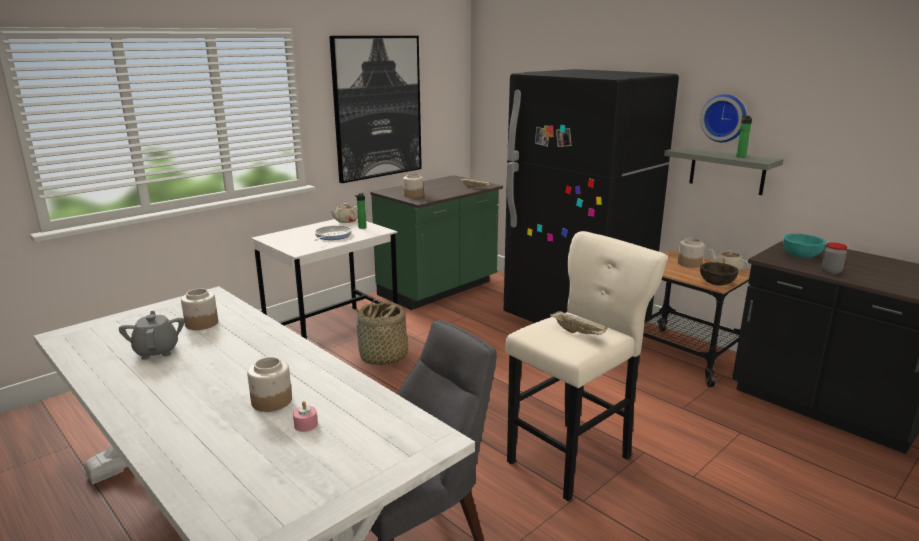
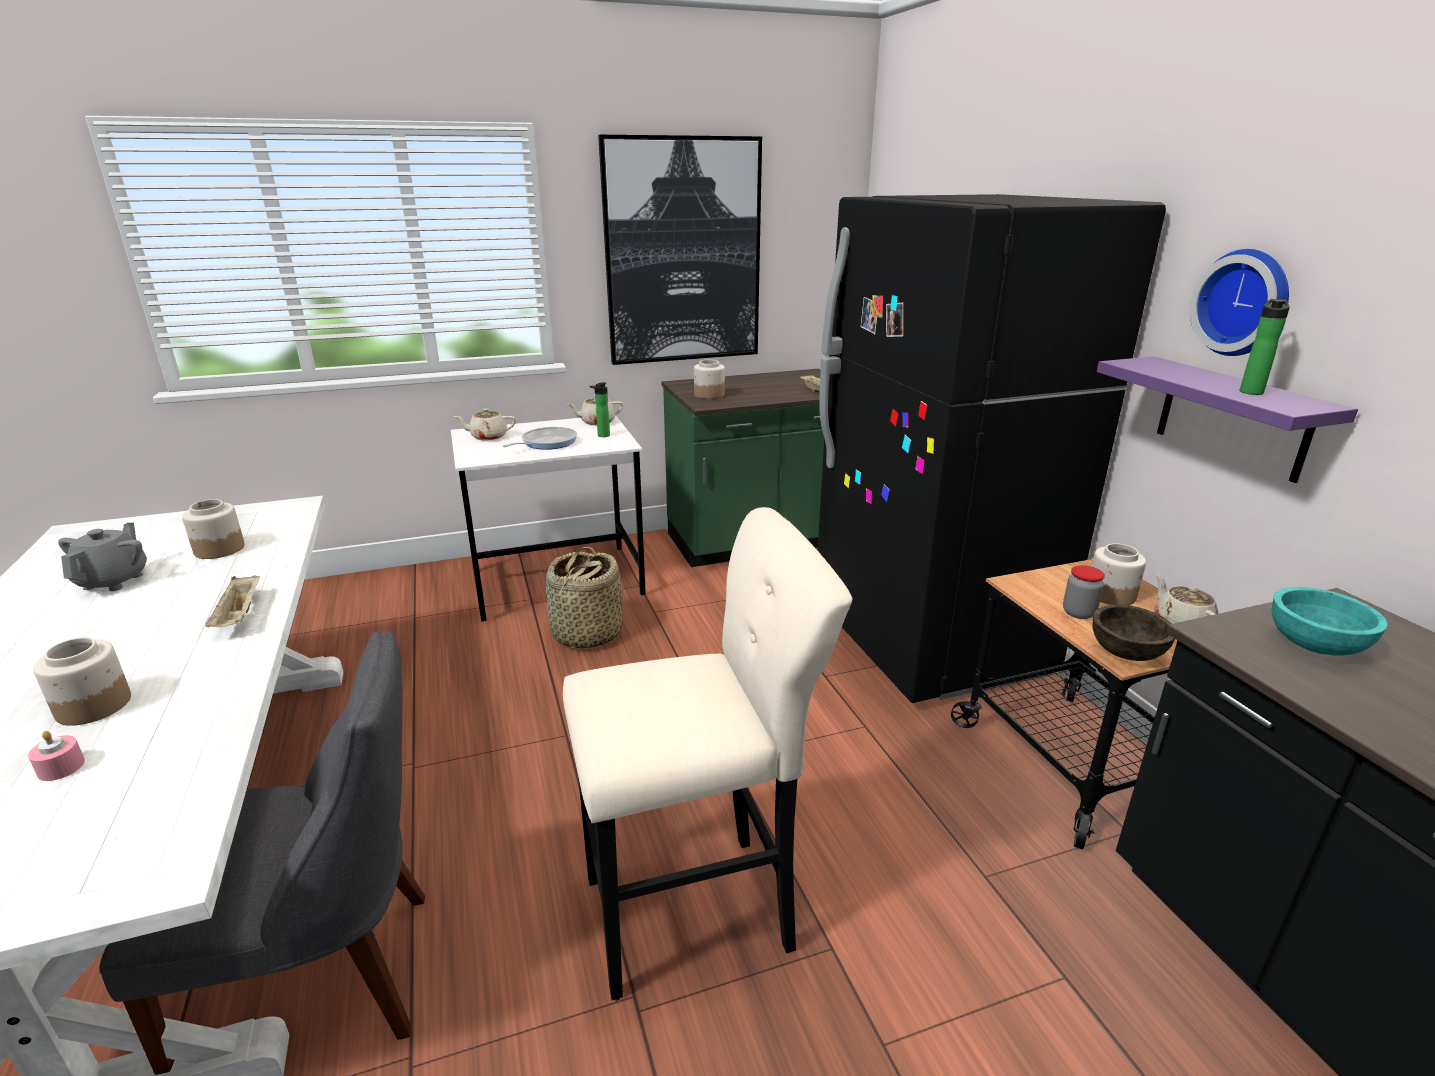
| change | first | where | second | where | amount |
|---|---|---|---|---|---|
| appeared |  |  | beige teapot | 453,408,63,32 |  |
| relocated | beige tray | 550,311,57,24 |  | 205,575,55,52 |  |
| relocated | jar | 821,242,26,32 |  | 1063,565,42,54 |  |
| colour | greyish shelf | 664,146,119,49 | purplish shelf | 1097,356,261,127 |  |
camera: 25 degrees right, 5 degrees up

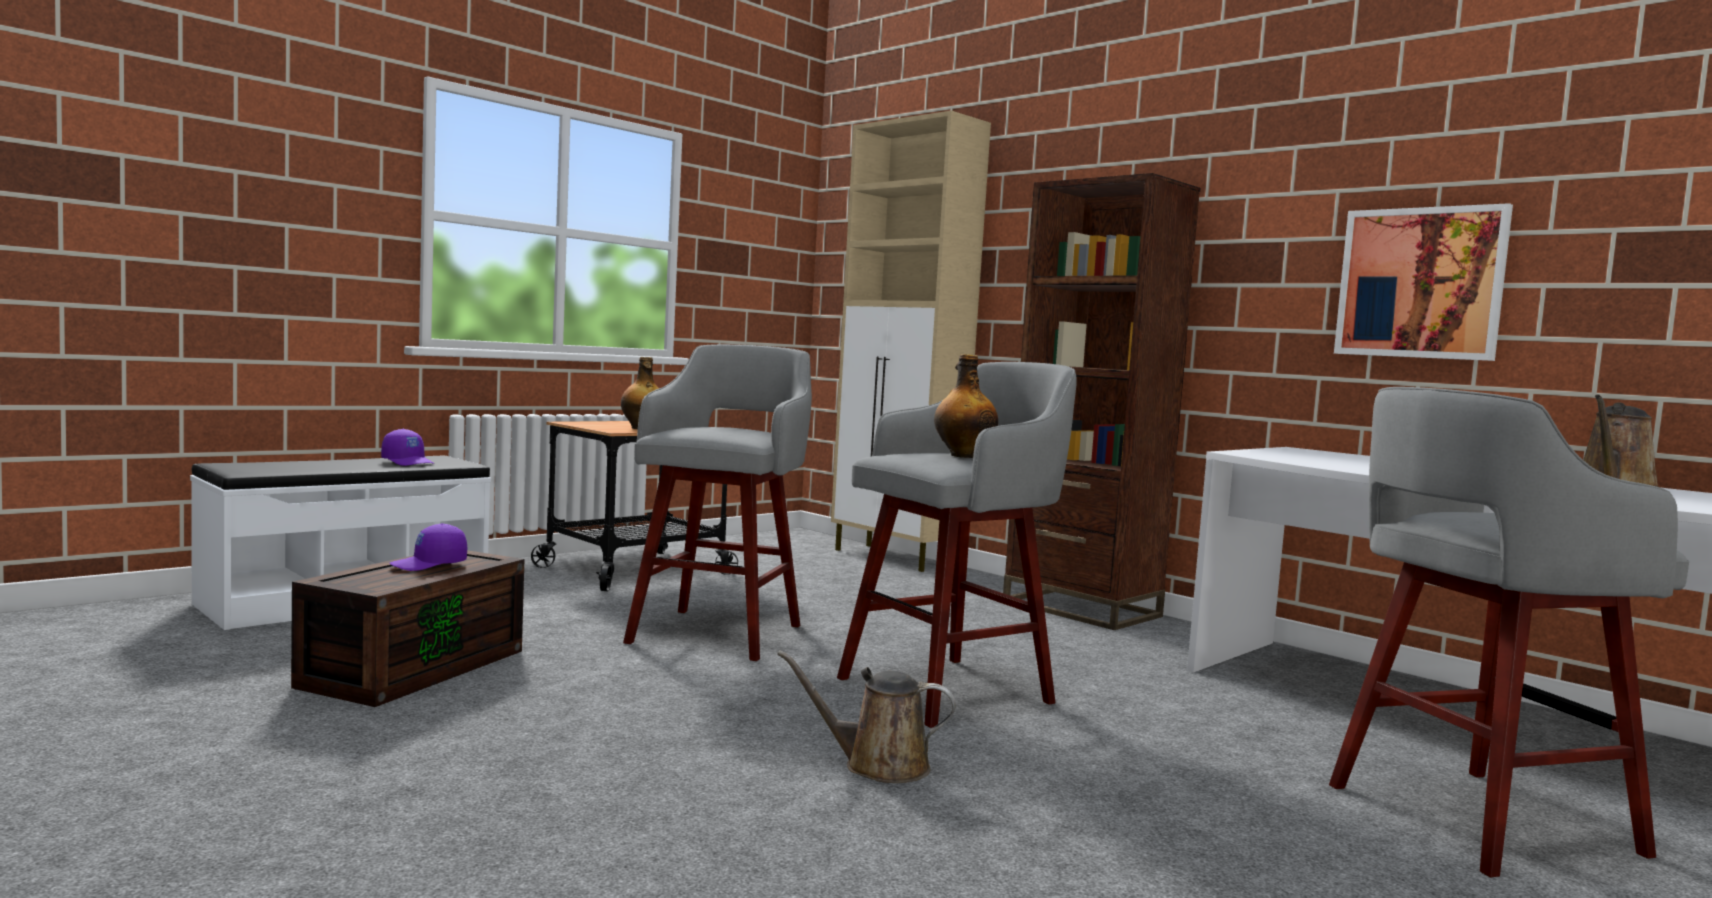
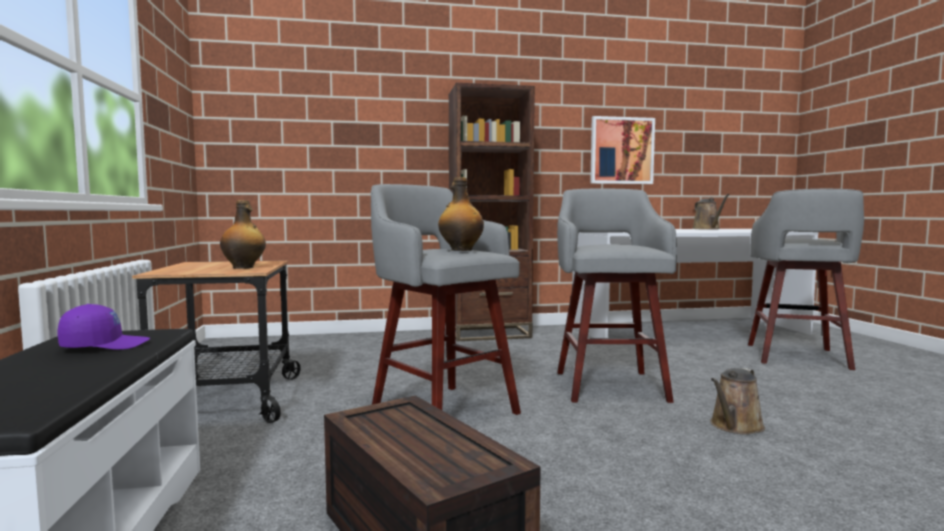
| change | first | where | second | where | amount |
|---|---|---|---|---|---|
| missing | purplish cap | 389,523,78,48 |  |  |  |
| missing | beige cupboard | 831,111,160,461 |  |  |  |
| relocated | drink bottle | 934,354,64,104 |  | 438,177,46,74 |  |
camera: 55 degrees left, 0 degrees up

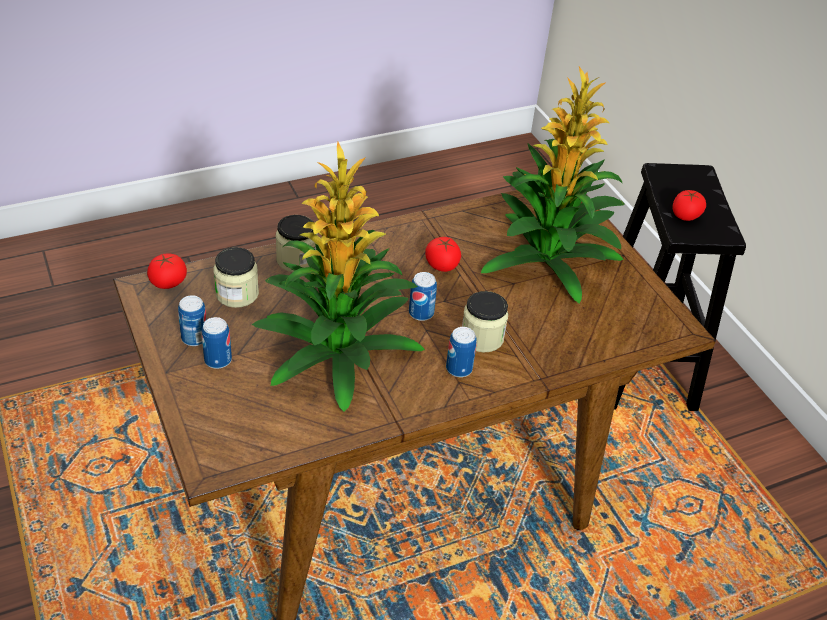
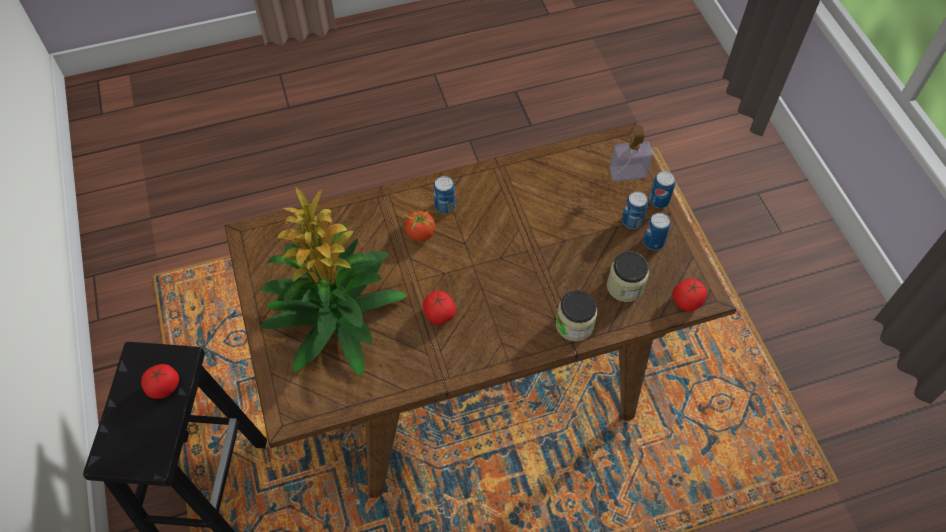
| change | first | where | second | where | amount |
|---|---|---|---|---|---|
| missing | plant in a pot | 252,142,173,270 |  |  |  |
| appeared |  |  | soap dispenser | 609,125,44,57 |  |
| relocated | can | 409,272,28,49 |  | 649,171,26,38 |  |
| exchanged | jar | 462,291,46,61 | fresh tomato | 402,208,33,33 |  |
camera: 170 degrees left, 15 degrees up

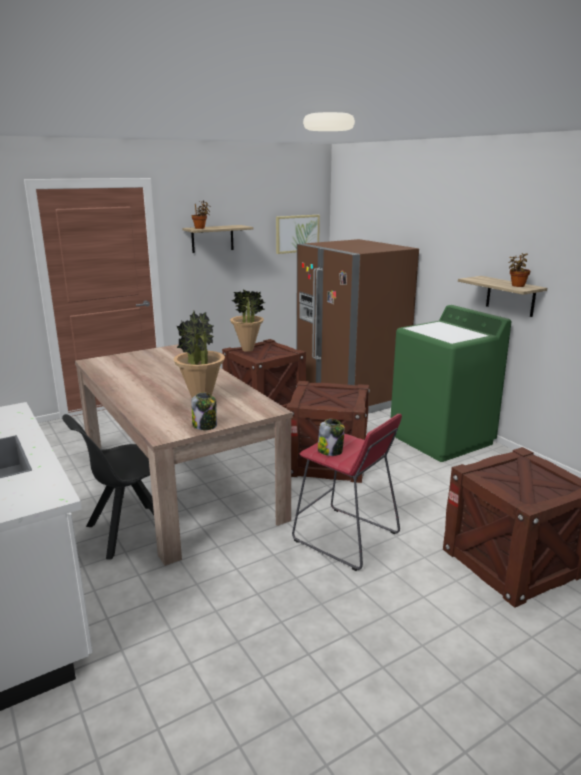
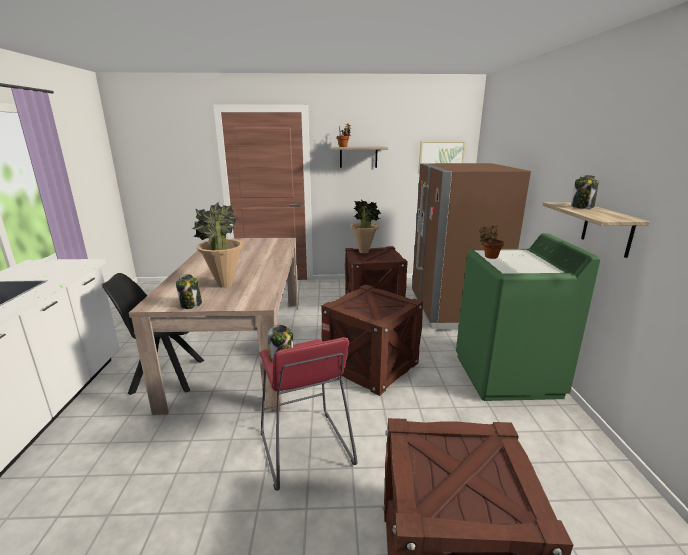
| change | first | where | second | where | amount |
|---|---|---|---|---|---|
| appeared |  |  | jar | 571,175,28,34 |  |
| relocated | plant in a pot | 509,253,21,34 |  | 479,224,25,35 |  |
camera: 30 degrees right, 0 degrees up

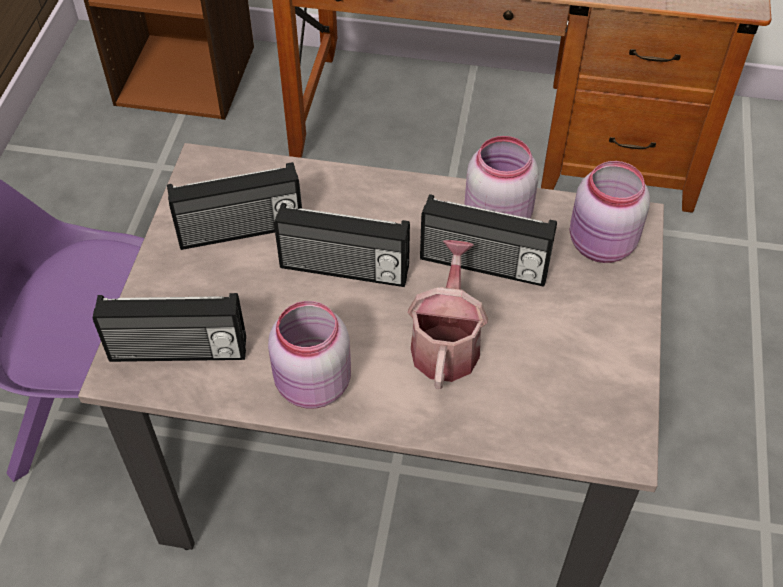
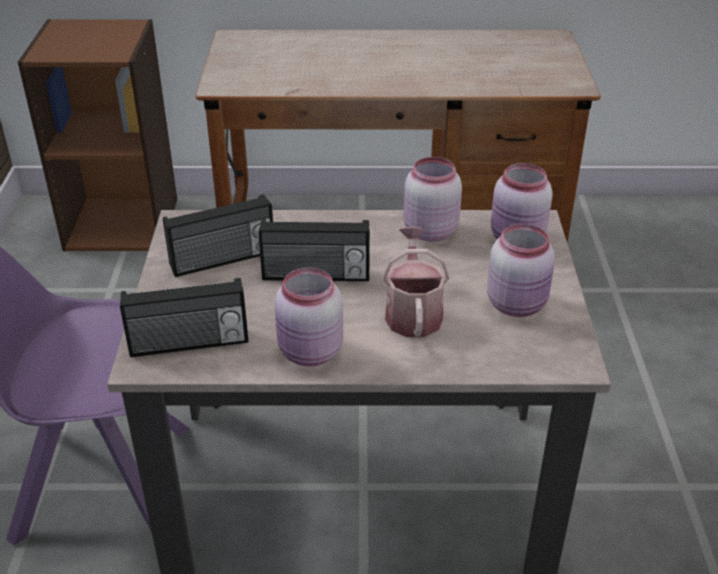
| change | first | where | second | where | amount |
|---|---|---|---|---|---|
| missing | radio set | 420,194,137,93 |  |  |  |
| appeared |  |  | pink jar | 487,224,68,93 |  |
camera: 10 degrees left, 15 degrees down

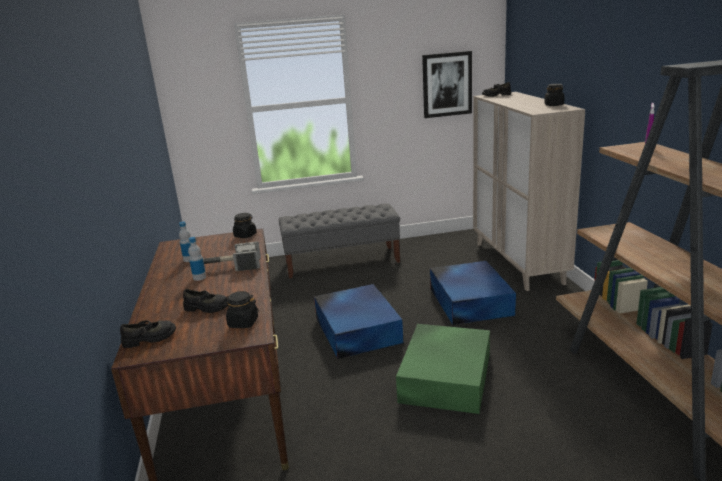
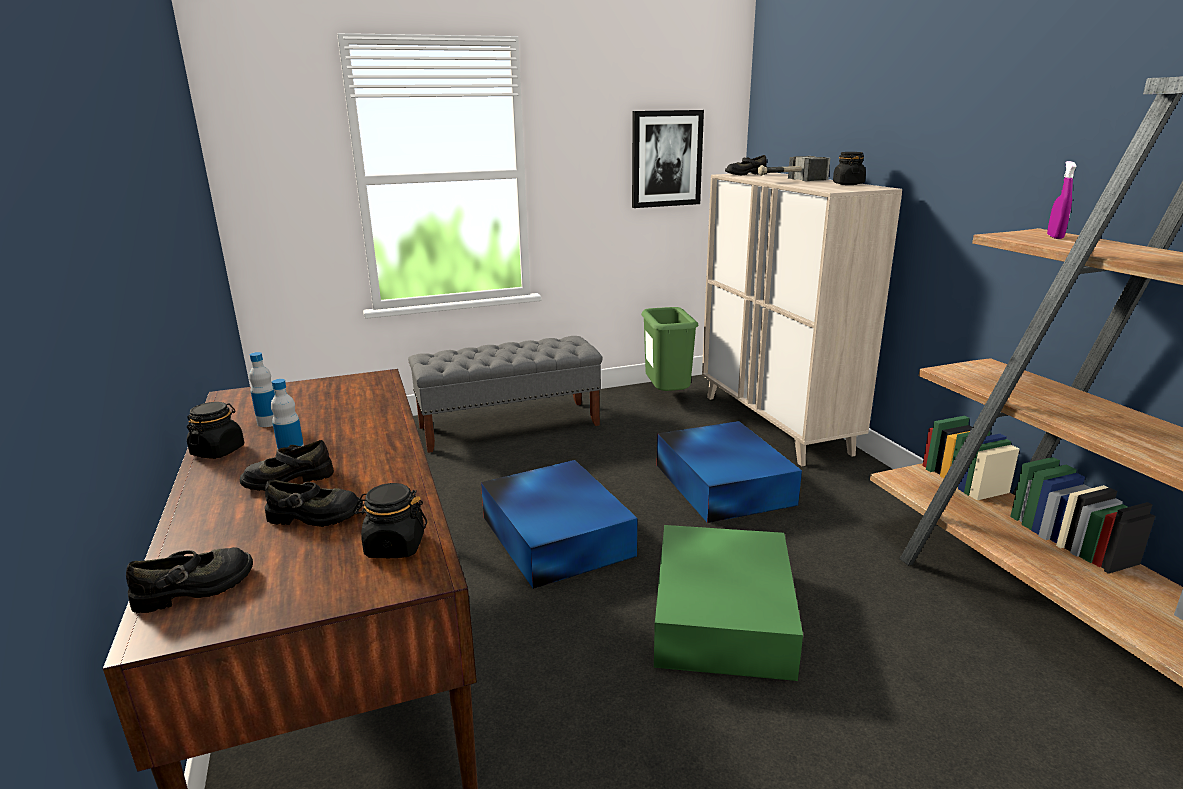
| change | first | where | second | where | amount |
|---|---|---|---|---|---|
| appeared |  |  | black low shoe | 240,440,94,51 |  |
| appeared |  |  | green waste bin | 641,307,58,84 |  |
| relocated | tool hammer | 203,242,58,29 |  | 758,156,72,25 |  |
| relocated | black jar | 233,213,24,25 |  | 187,402,57,57 |  |
camera: 10 degrees left, 0 degrees up

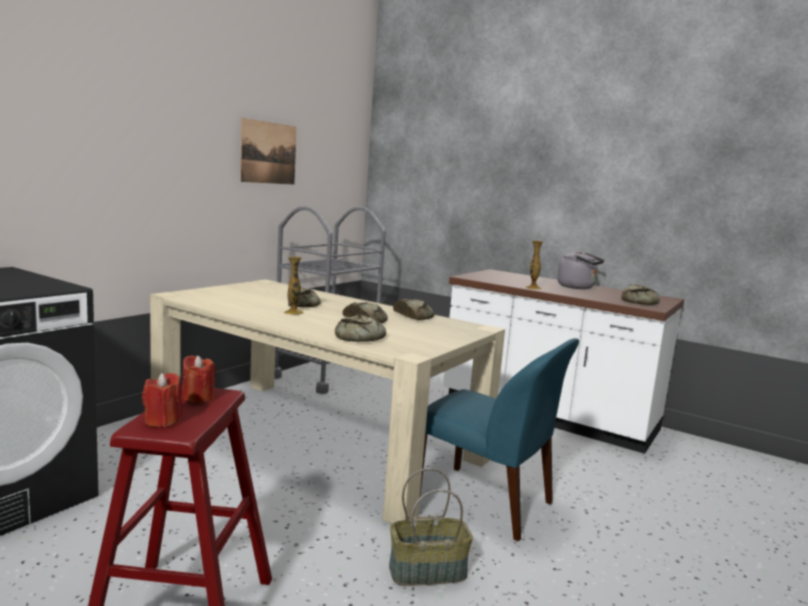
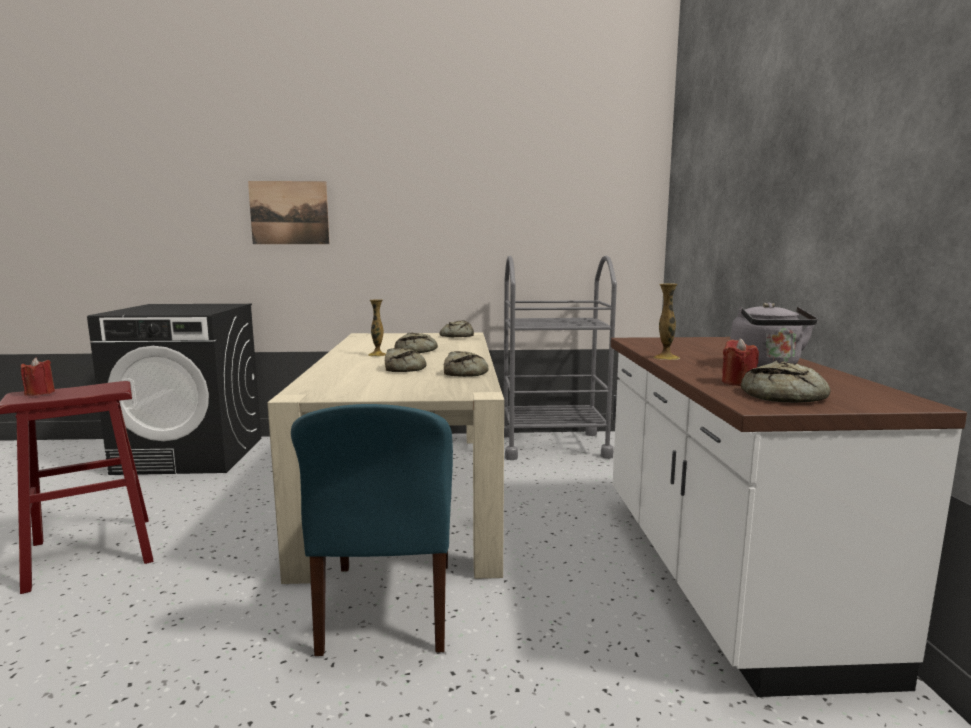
| change | first | where | second | where | amount |
|---|---|---|---|---|---|
| missing | storage basket | 389,468,84,118 |  |  |  |
| relocated | red-coloured candle | 182,355,34,49 |  | 722,338,37,48 |  |
| relocated | wall art | 240,118,57,67 |  | 248,181,82,63 |  |
| relocated | baked bread | 335,314,51,28 |  | 439,320,35,17 |  |
camera: 55 degrees right, 0 degrees up

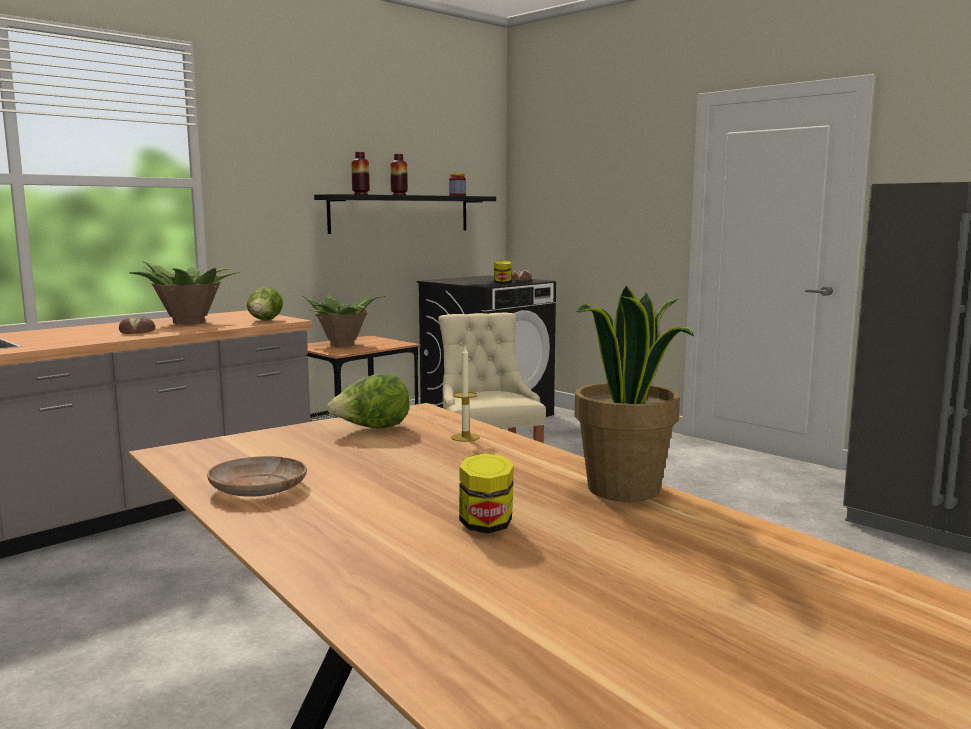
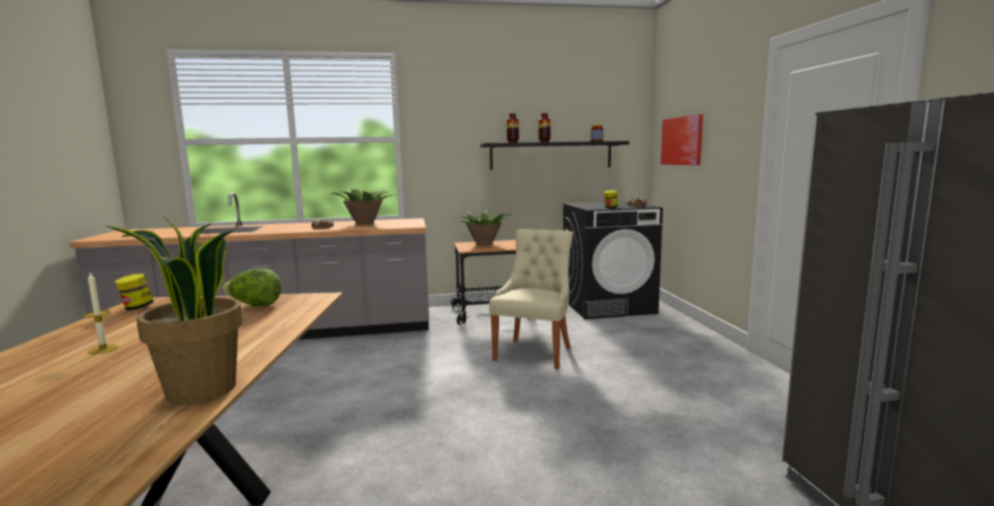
| change | first | where | second | where | amount |
|---|---|---|---|---|---|
| missing | beige flat dish | 207,456,100,41 |  |  |  |
| missing | lettuce head | 247,287,36,33 |  |  |  |
| appeared |  |  | wall art | 661,114,42,51 |  |
| relocated | candle | 451,347,29,95 |  | 84,273,34,81 |  |
| relocated | jar | 459,453,55,81 |  | 115,273,39,37 |  |
camera: 35 degrees right, 0 degrees up

